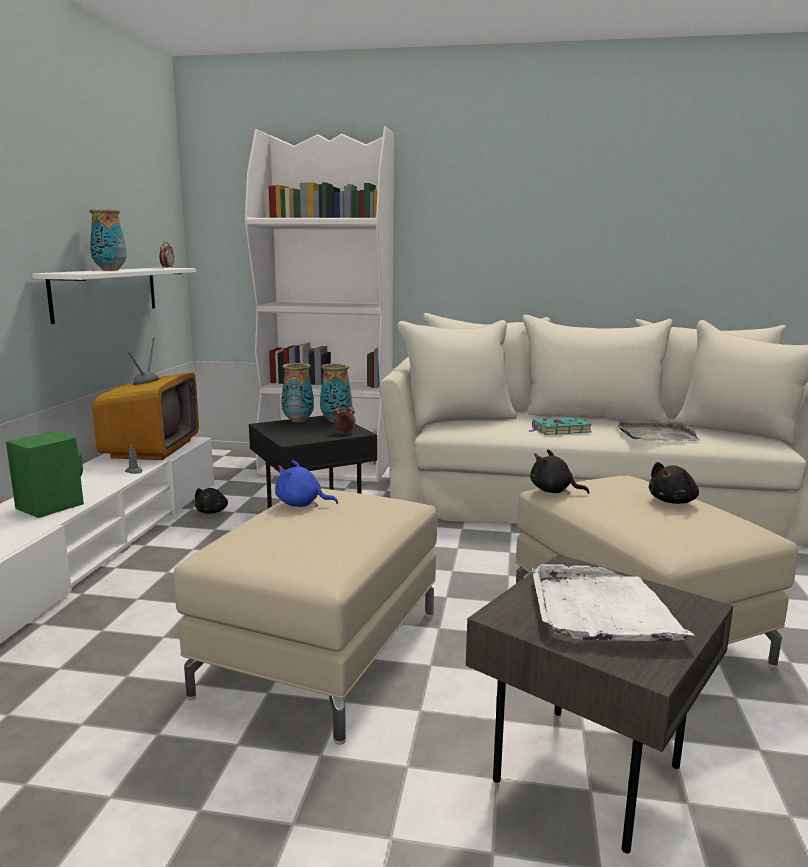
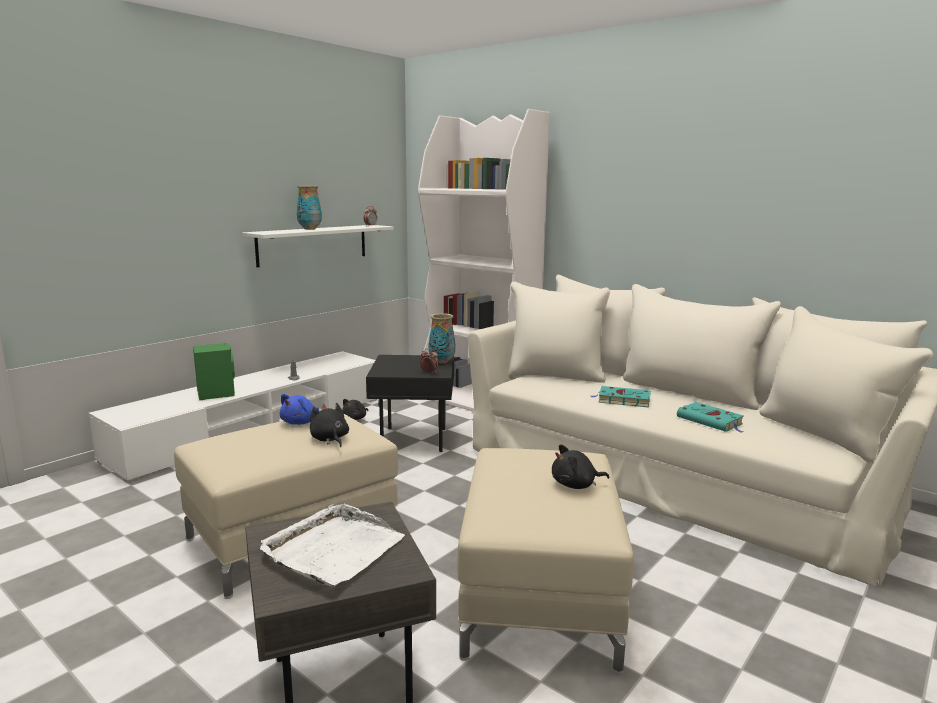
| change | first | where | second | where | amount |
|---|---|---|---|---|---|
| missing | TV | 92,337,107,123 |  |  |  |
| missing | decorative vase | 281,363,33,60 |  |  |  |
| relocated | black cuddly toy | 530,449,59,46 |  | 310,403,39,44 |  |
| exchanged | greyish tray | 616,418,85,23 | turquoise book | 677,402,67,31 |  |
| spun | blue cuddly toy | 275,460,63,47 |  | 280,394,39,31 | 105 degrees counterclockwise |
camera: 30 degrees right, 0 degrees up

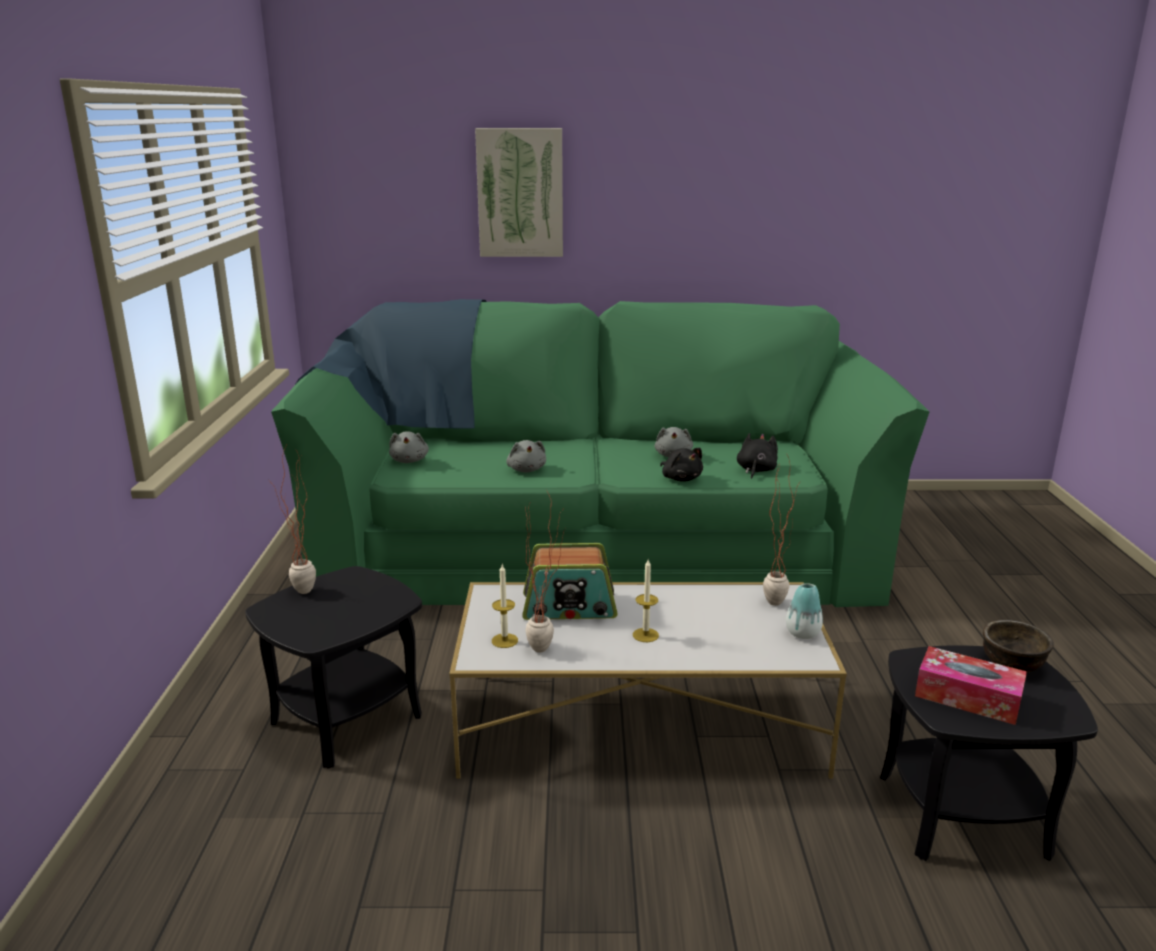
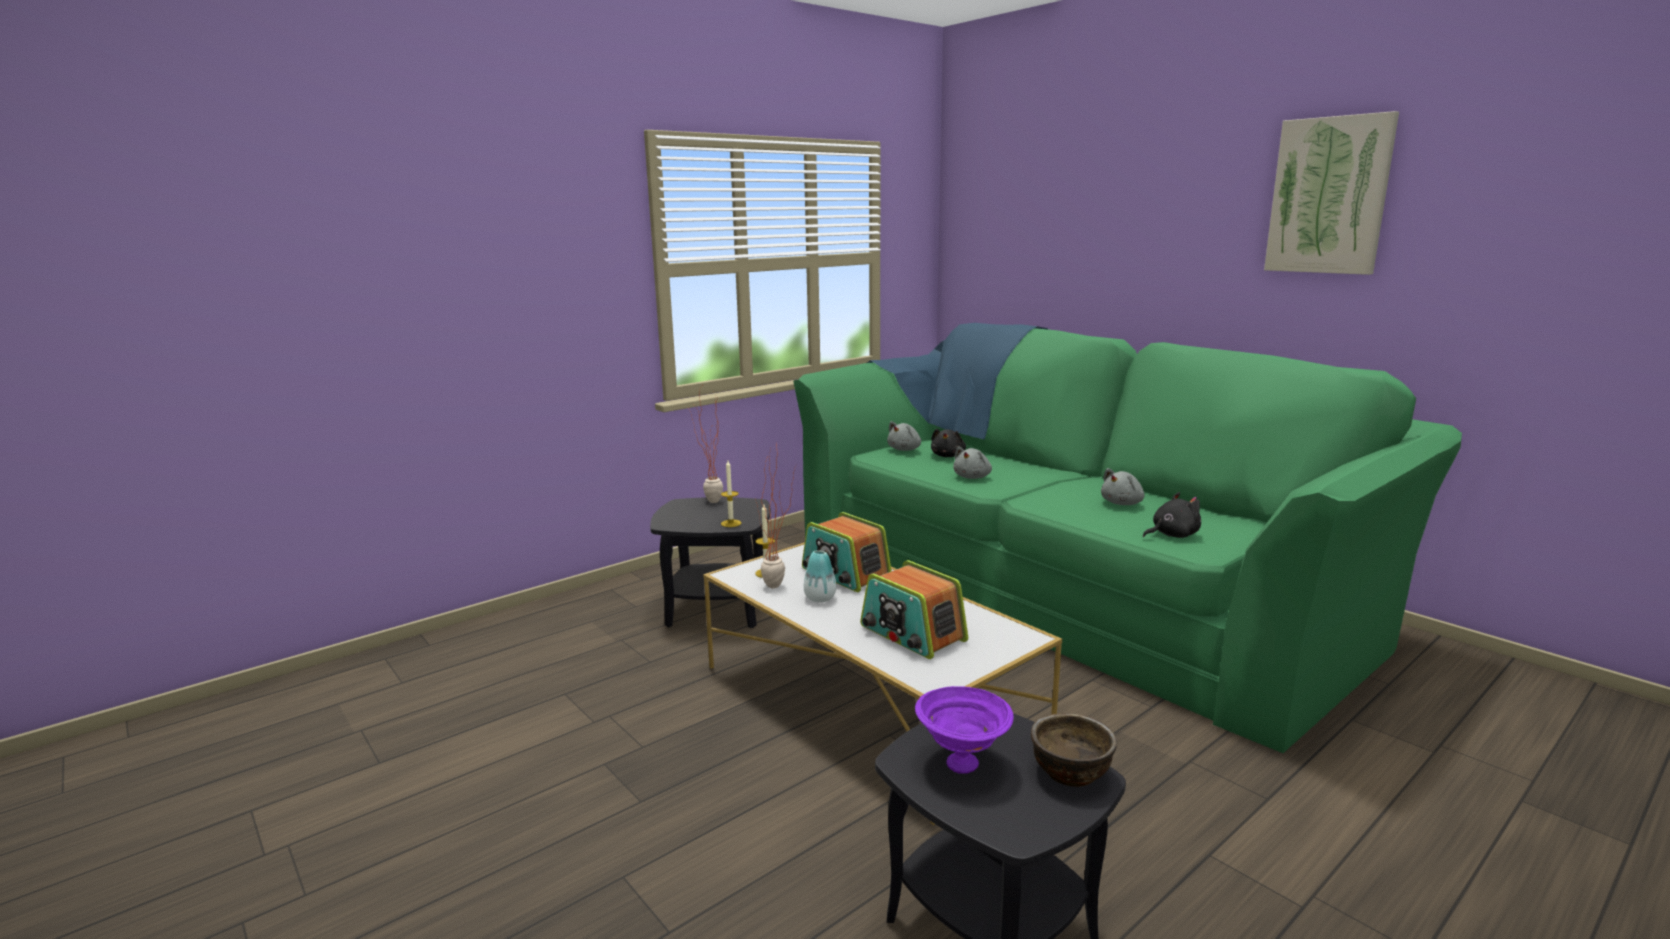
| change | first | where | second | where | amount |
|---|---|---|---|---|---|
| missing | plant in a pot | 763,452,40,154 |  |  |  |
| appeared |  |  | radio set | 860,560,108,99 |  |
| relocated | wall art | 475,128,88,129 |  | 1264,111,135,164 |  |
| relocated | candle | 633,560,26,82 |  | 721,461,20,66 |  |
| relocated | black cuddly toy | 660,448,43,34 |  | 931,429,35,28 |  |
| relocated | decorative vase | 786,583,37,56 |  | 804,550,32,52 |  |
| exchanged | tissue box | 915,646,112,79 | purplish serving bowl | 915,686,99,87 |  |
camera: 50 degrees right, 5 degrees down

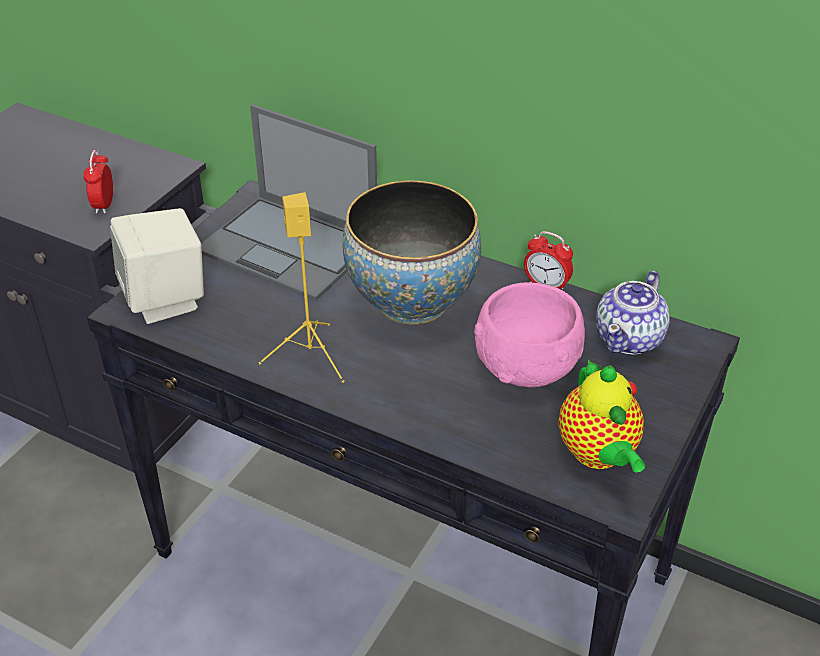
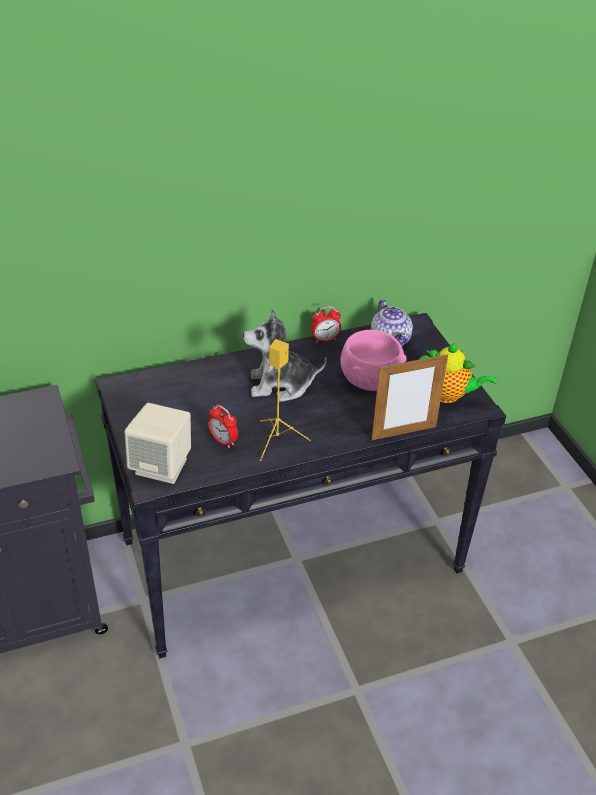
| change | first | where | second | where | amount |
|---|---|---|---|---|---|
| missing | portable computer | 201,104,176,197 |  |  |  |
| appeared |  |  | picture frame | 371,353,77,87 |  |
| relocated | table clock | 83,150,30,64 |  | 208,405,30,43 |  |
| exchanged | serving bowl | 343,180,138,144 | cuddly toy | 243,309,84,93 |  |
camera: 50 degrees left, 0 degrees up

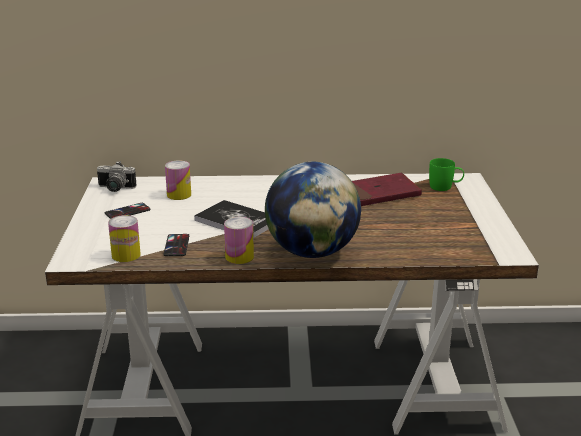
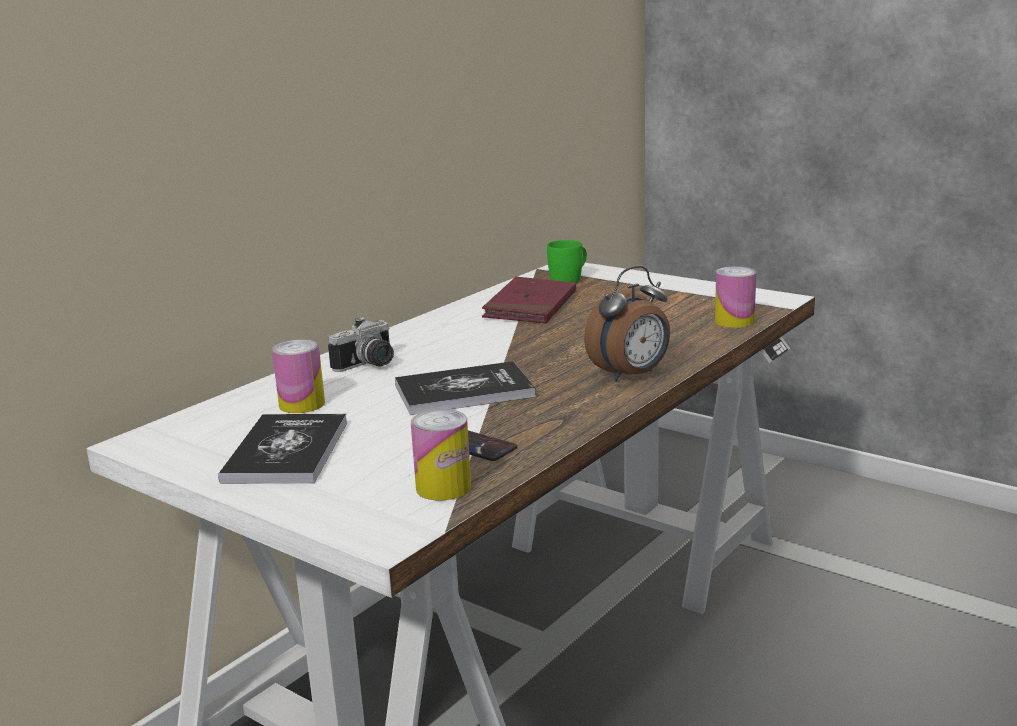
| change | first | where | second | where | amount |
|---|---|---|---|---|---|
| relocated | still camera | 97,161,40,31 |  | 328,317,66,55 |  |
| relocated | can | 224,217,30,47 |  | 715,266,41,62 |  |
| exchanged | telephone | 105,203,46,16 | book | 218,414,129,70 |  |
| exchanged | globe | 265,162,96,96 | table clock | 584,266,86,115 |  |
camera: 50 degrees left, 5 degrees down

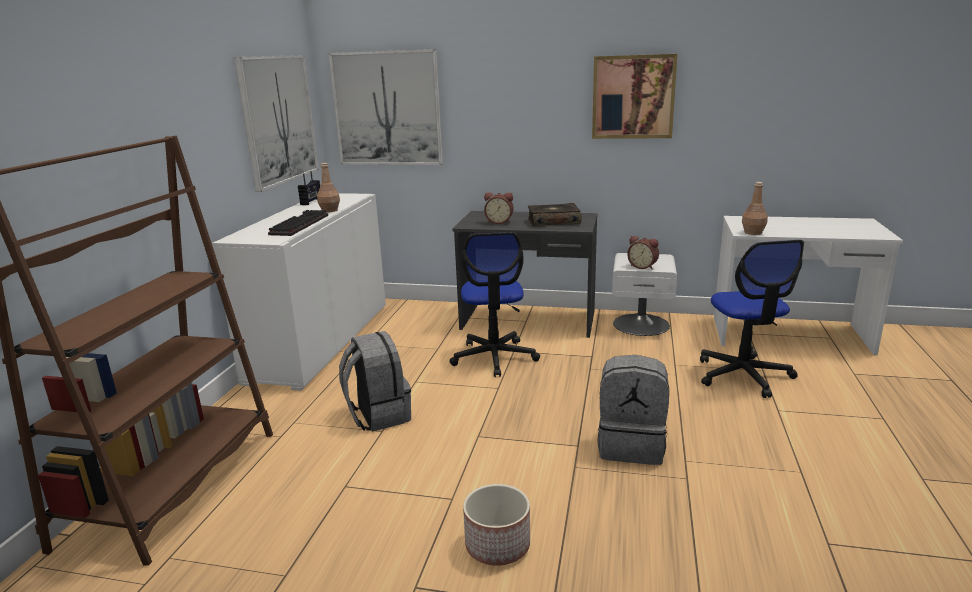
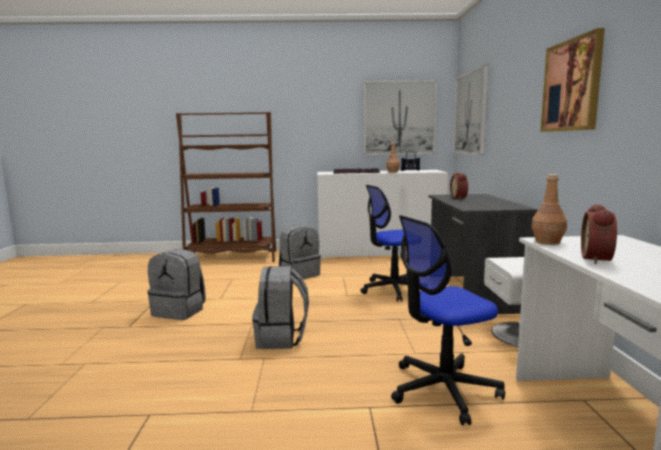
| change | first | where | second | where | amount |
|---|---|---|---|---|---|
| missing | book | 528,203,53,23 |  |  |  |
| relocated | table clock | 627,236,32,34 |  | 581,204,36,60 |  |
| exchanged | flower pot | 463,484,67,82 | greyish backpack | 148,249,58,71 |  |
camera: 75 degrees right, 10 degrees down

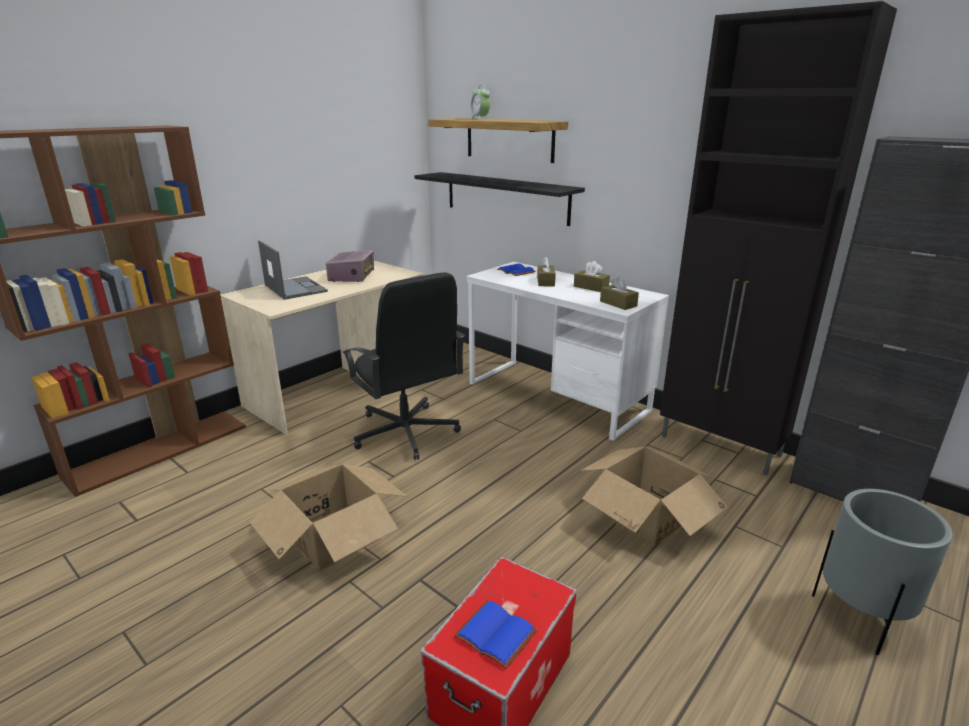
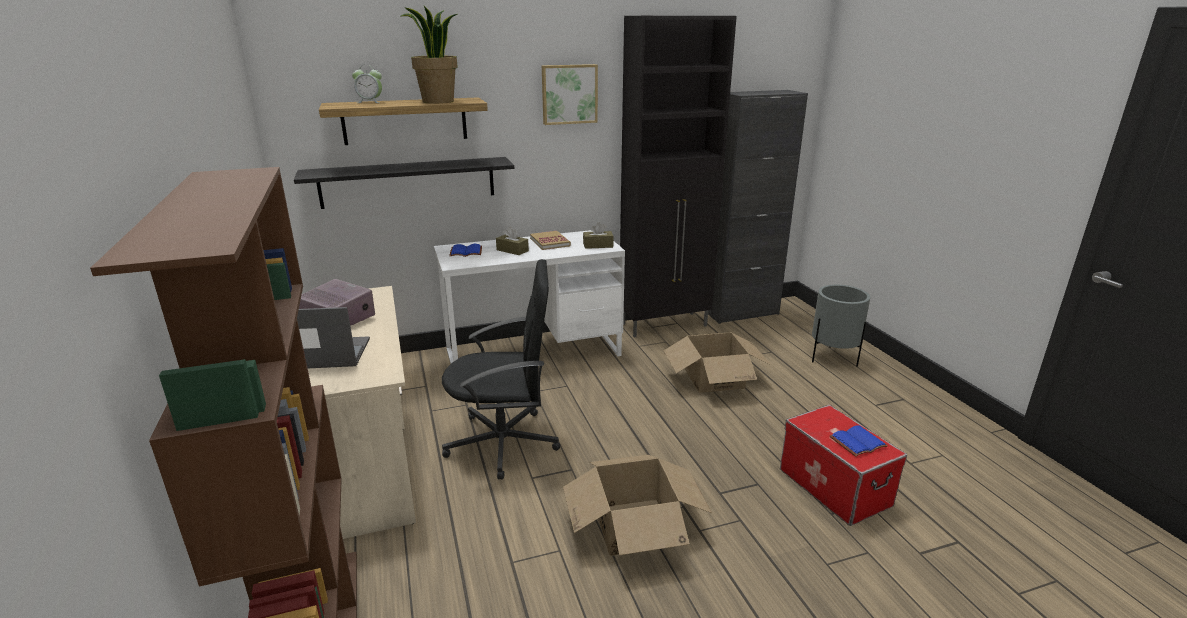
| change | first | where | second | where | amount |
|---|---|---|---|---|---|
| appeared |  |  | plant in a pot | 401,6,57,98 |  |
| appeared |  |  | wall art | 542,64,56,61 |  |
| exchanged | brown-coloured tissue box | 574,261,36,31 | book | 530,231,41,19 |  |
camera: 60 degrees left, 0 degrees up

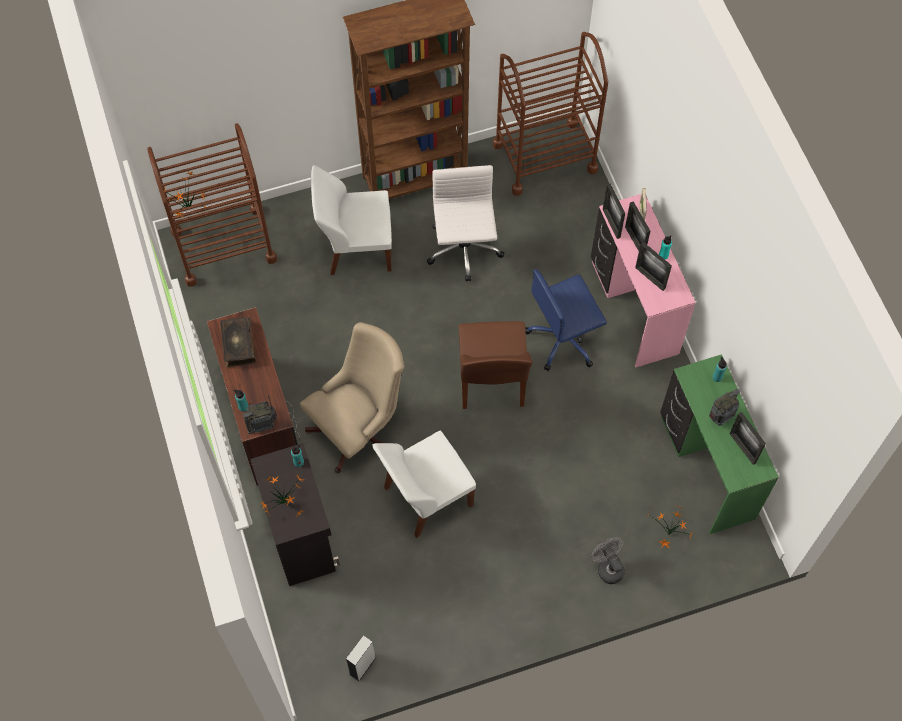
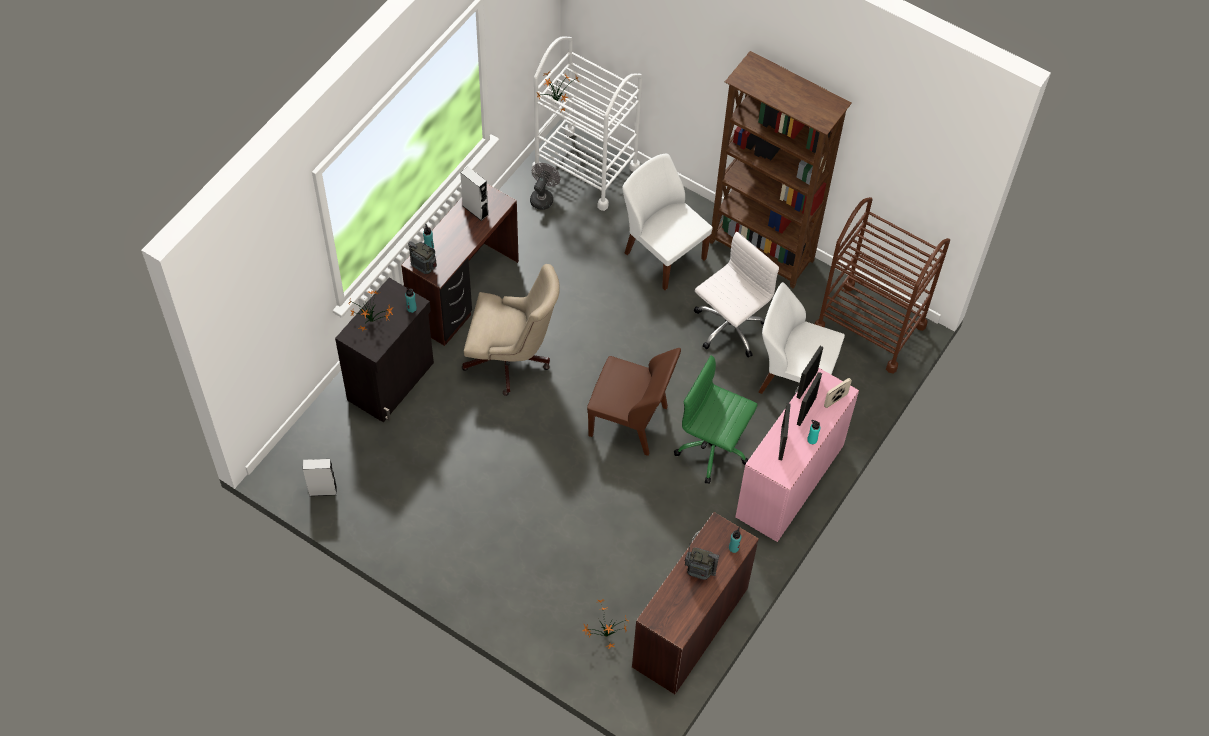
| change | first | where | second | where | amount |
|---|---|---|---|---|---|
| missing | picture frame | 730,412,36,53 |  |  |  |
| relocated | white-coloured plain chair | 372,431,104,107 |  | 758,282,87,112 |  |
| relocated | greyish fan | 592,538,33,46 |  | 530,163,31,47 |  |
| exchanged | book | 220,317,36,50 | greyish loudspeaker | 460,167,29,54 |  |
| colour | brown-coloured cart | 147,123,130,164 | white-coloured cart | 532,36,110,175 |  |
| colour | blue desk chair | 525,269,82,102 | green desk chair | 674,355,83,129 |  |
| colour | green desk table | 660,354,119,180 | brown-coloured desk table | 632,512,127,182 |  |
| spun | brown-coloured plain chair | 459,321,74,88 |  | 587,348,94,108 | 120 degrees counterclockwise |
camera: 50 degrees right, 5 degrees down

